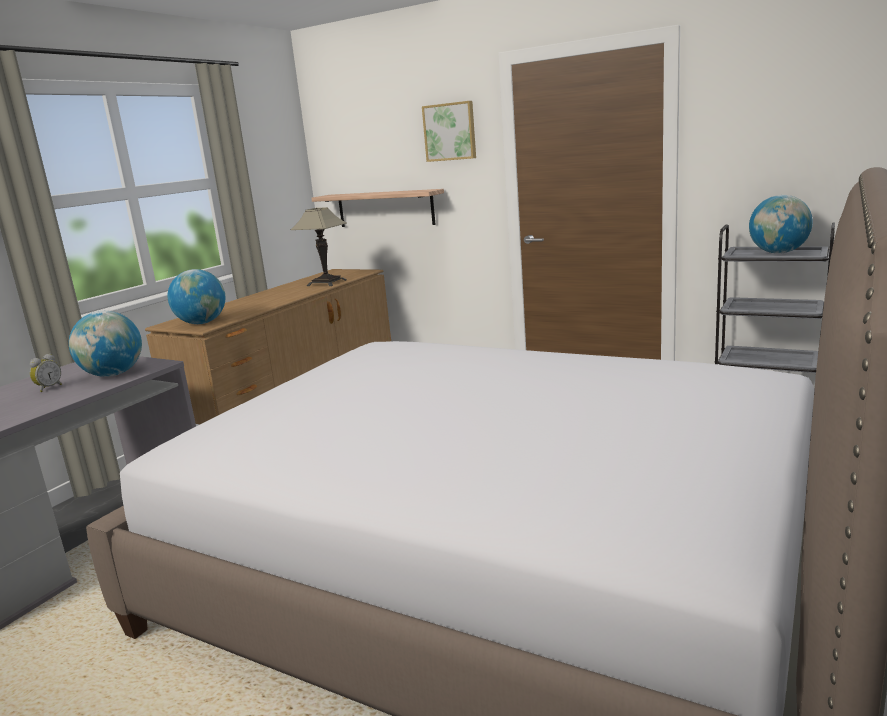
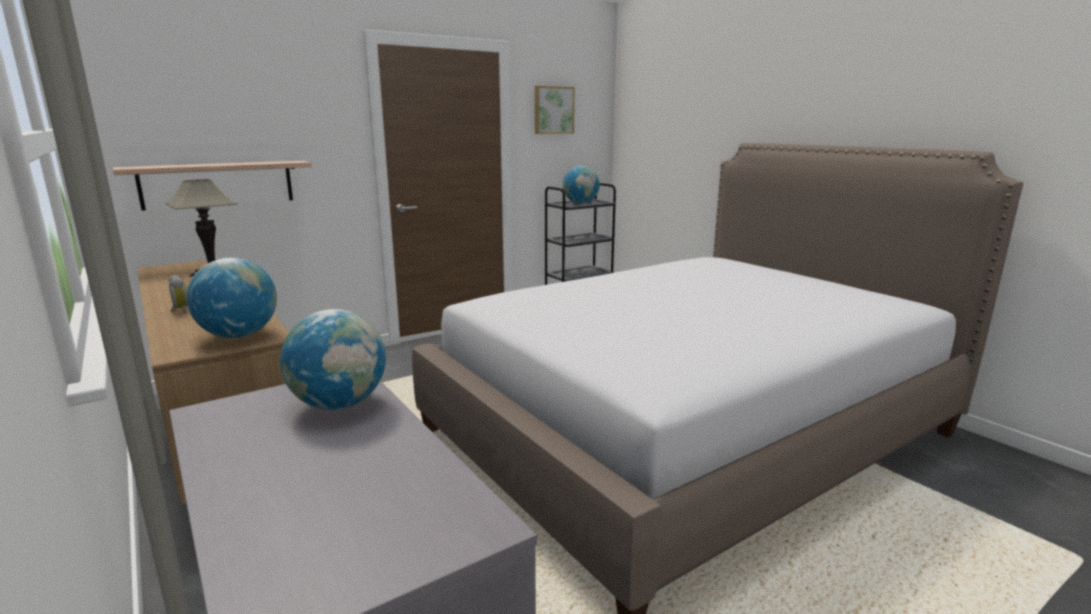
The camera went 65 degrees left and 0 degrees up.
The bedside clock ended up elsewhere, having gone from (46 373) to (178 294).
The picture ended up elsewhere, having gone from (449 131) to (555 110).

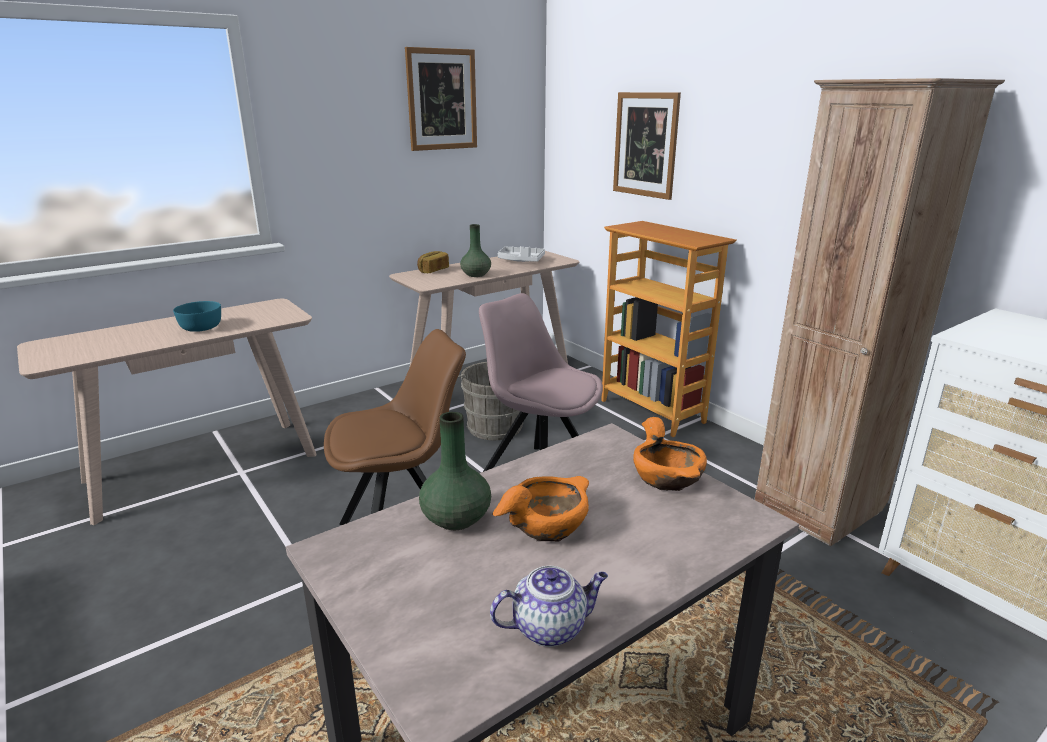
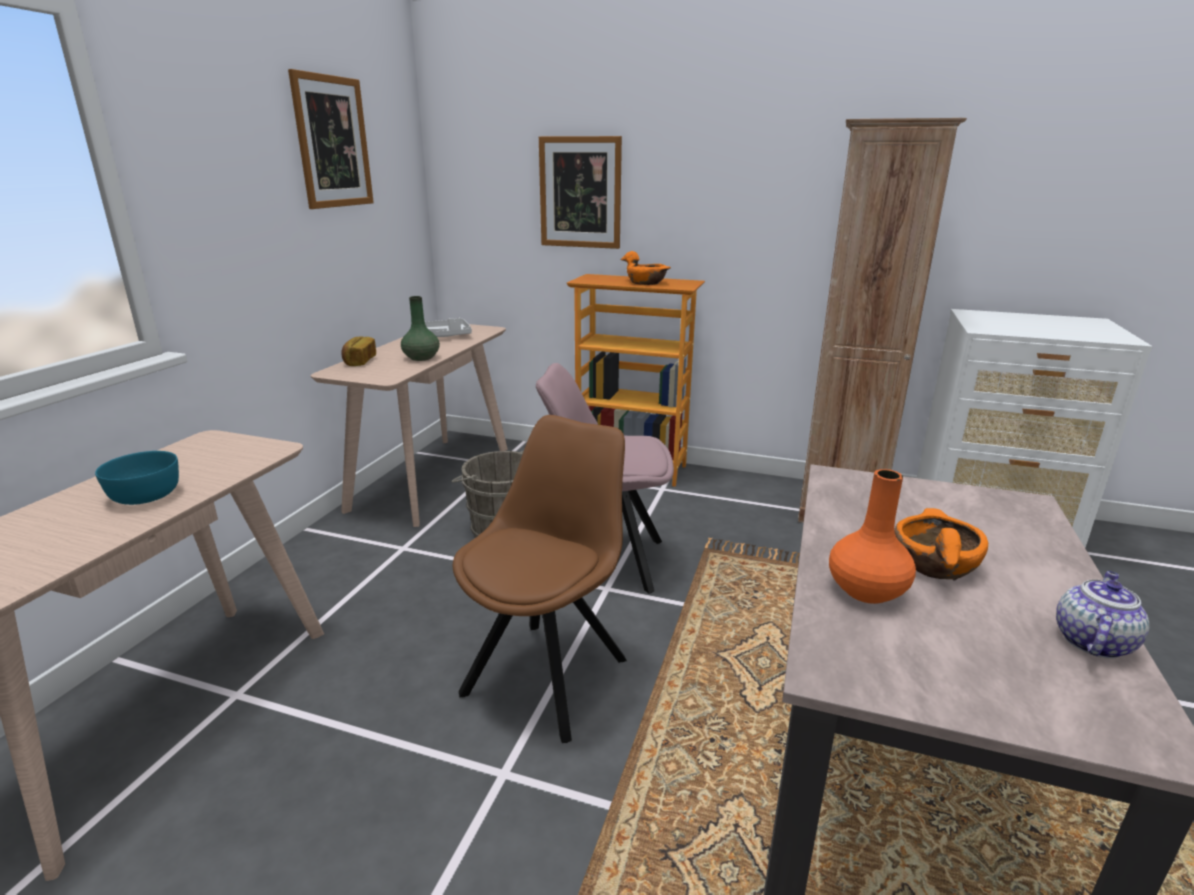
The camera went 35 degrees left and 0 degrees up.
What was the vase/greenish at (455 471) turned into the vase/orange at (872 536).
The serving bowl/orange ended up elsewhere, having gone from (670 454) to (646 268).

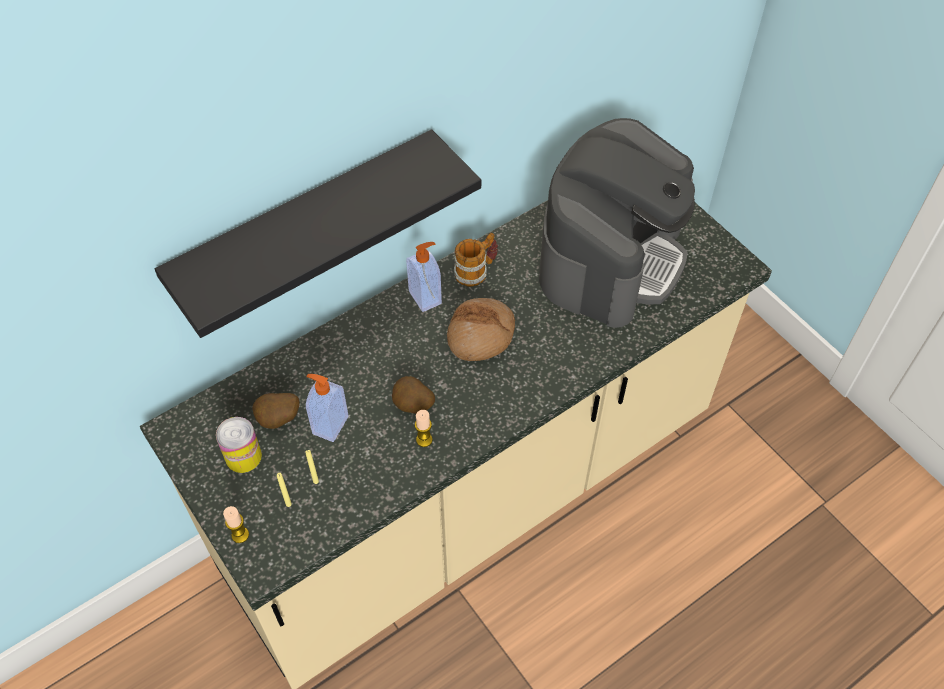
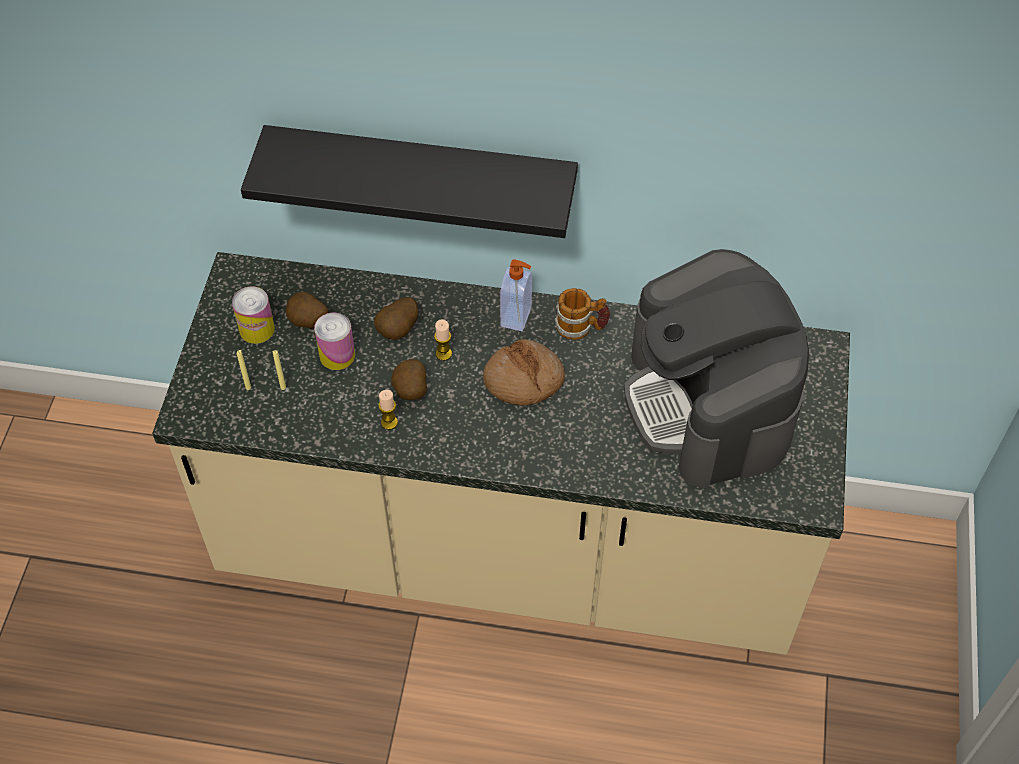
The camera went 45 degrees right and 0 degrees up.
The wax light ended up elsewhere, having gone from (236 524) to (443 340).
Where the soap dispenser stood at (327 408), the metal can came to stand at (334 341).
The coffee maker at (617 223) ended up facing another way, 90 degrees clockwise from before.
The second view gained the potato at (396 318).

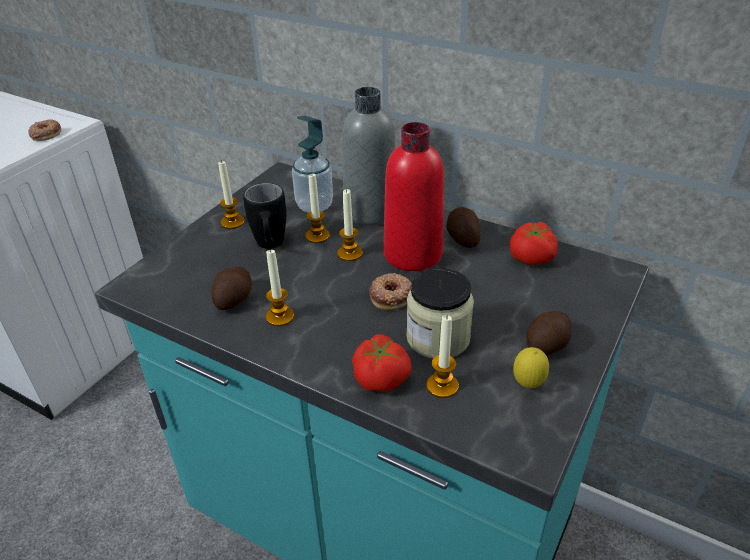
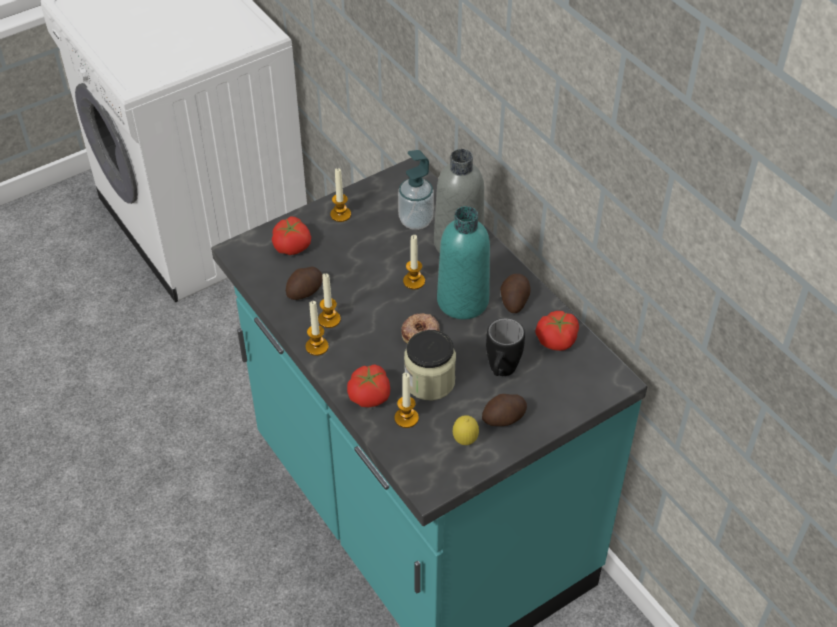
The camera went 25 degrees right and 10 degrees up.
The second view lost the ring doughnut at (44 130).
The mug/black-coloured ended up elsewhere, having gone from (264 216) to (505 347).
The wax light ended up elsewhere, having gone from (317 208) to (317 328).
What was the beverage bottle/reddish at (413 196) turned into the beverage bottle/blue-green at (463 262).
The second view gained the tomato at (291 235).

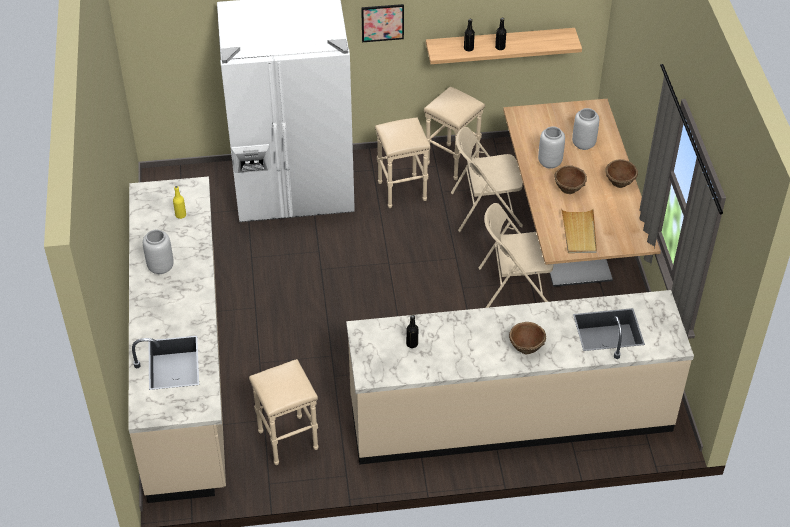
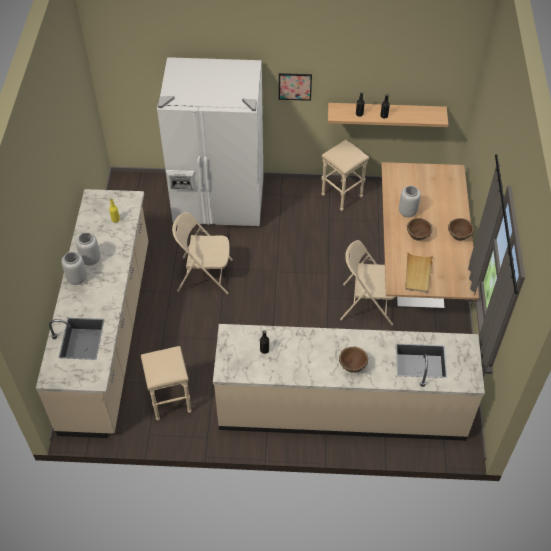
The camera went 10 degrees right and 5 degrees up.
The second view lost the stool/beige-coloured at (403 163).
The chair/beige-coloured ended up elsewhere, having gone from (487 179) to (202 253).
The vase/gray ended up elsewhere, having gone from (585 129) to (74 268).

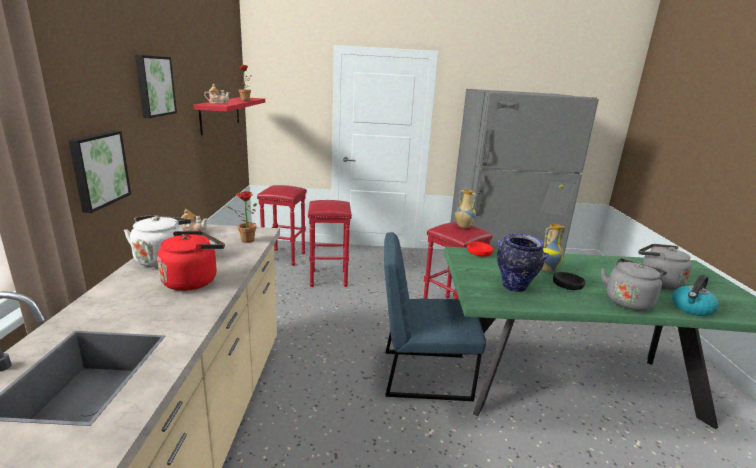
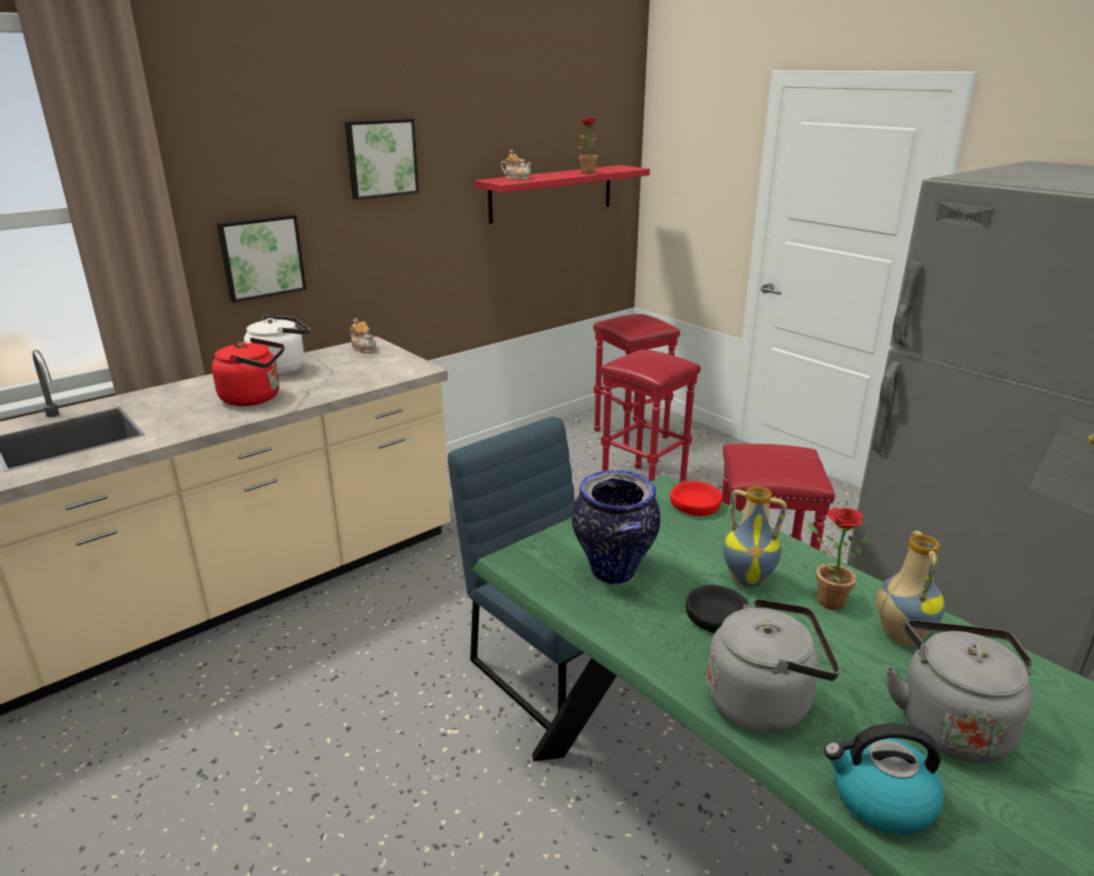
The camera went 50 degrees right and 5 degrees up.
The potted plant ended up elsewhere, having gone from (242 217) to (839 558).
The vase ended up elsewhere, having gone from (466 209) to (910 588).

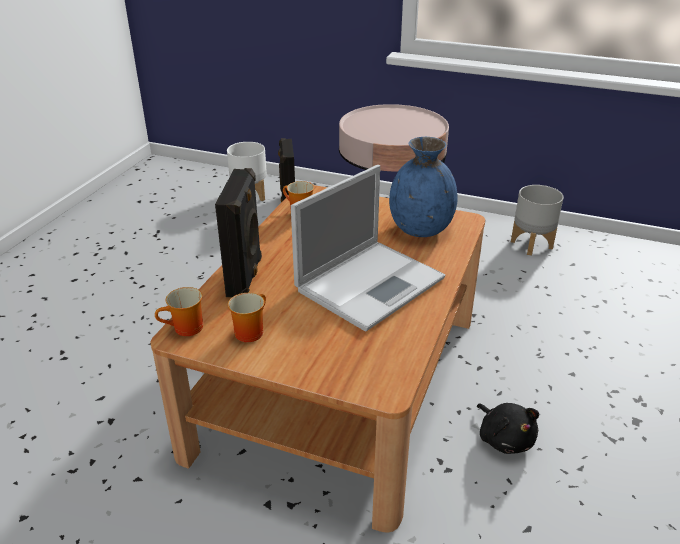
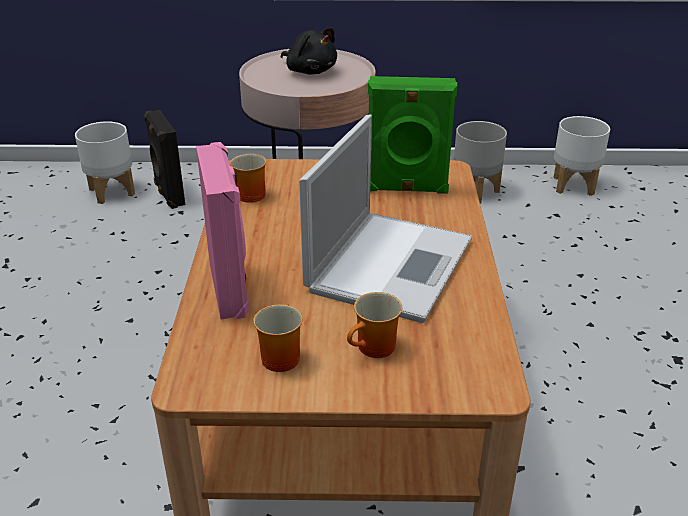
The camera went 20 degrees left and 0 degrees up.
The mug ended up elsewhere, having gone from (179 311) to (374 325).
What was the audio speaker/black-coloured at (238 232) turned into the audio speaker/pink at (223 231).
Where the vase/blue stood at (423 187), the audio speaker/greenish came to stand at (412 135).
The plush toy/black-coloured ended up elsewhere, having gone from (508 428) to (309 50).
The second view gained the flower pot/white at (581 156).

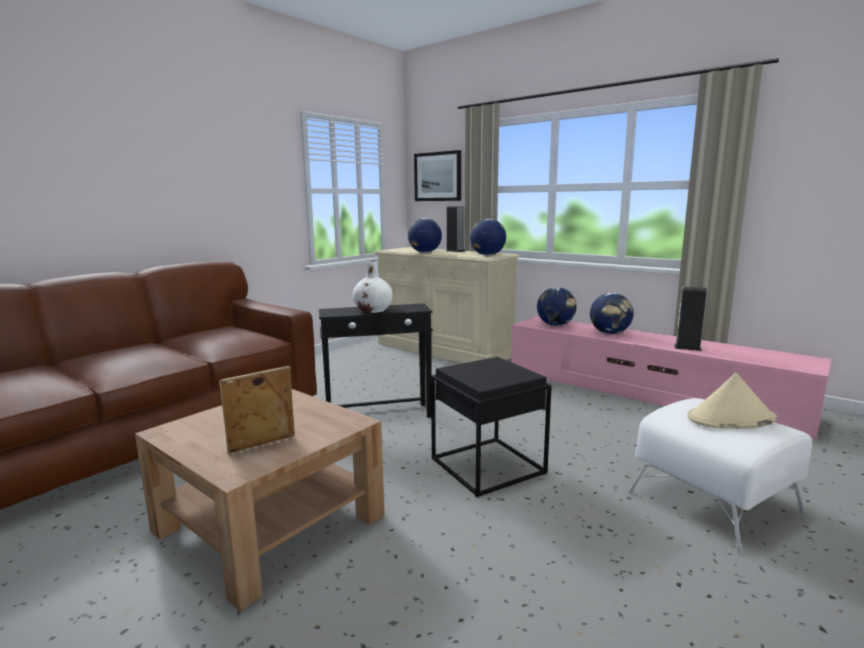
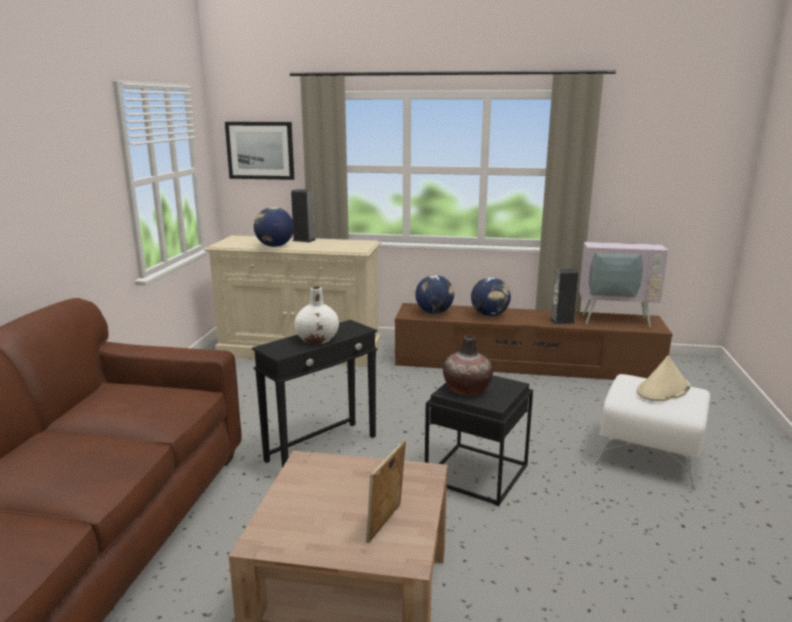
The camera went 30 degrees left and 5 degrees up.
The second view lost the world globe at (488 237).
What was the tv stand/pink at (671 378) turned into the tv stand/brown at (533 341).
The second view gained the vase at (468 365).
The second view gained the TV at (623 268).

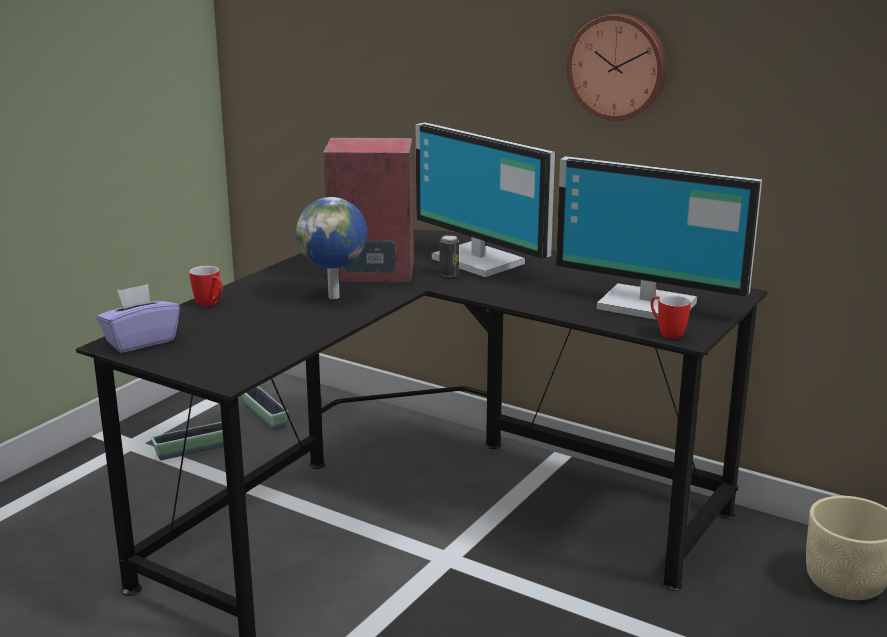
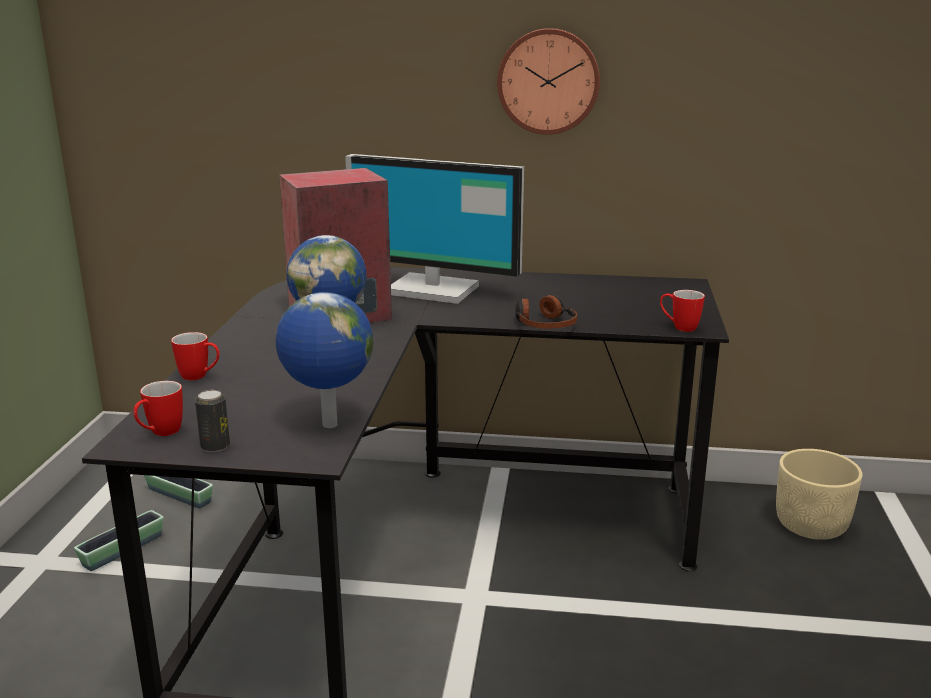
The camera went 25 degrees left and 0 degrees up.
Where the tissue box/purple stood at (138 318), the mug came to stand at (158 408).
The metal can ended up elsewhere, having gone from (449 256) to (212 421).
The second view lost the monitor at (659 238).
The second view gained the world globe at (324 360).
The second view gained the headset at (546 312).

